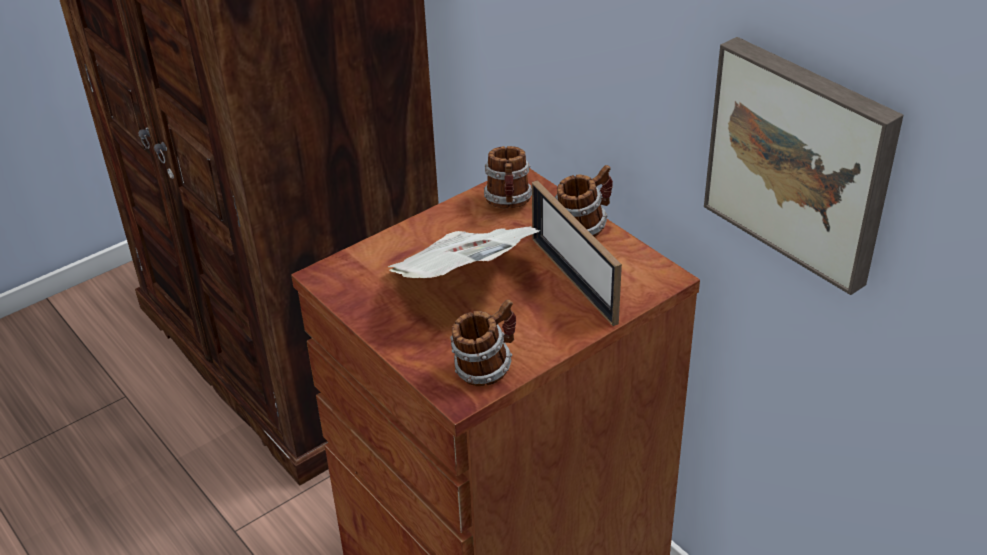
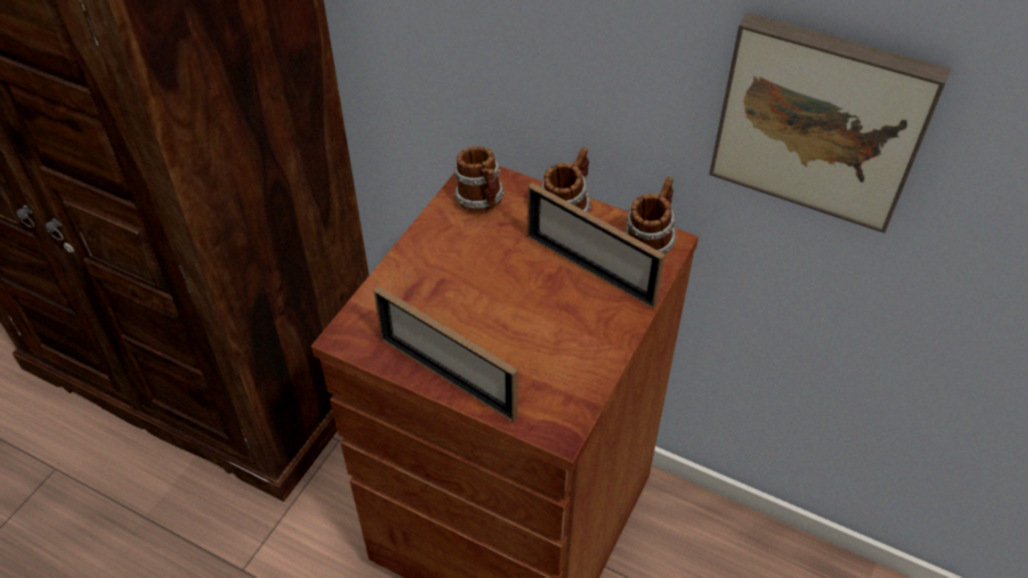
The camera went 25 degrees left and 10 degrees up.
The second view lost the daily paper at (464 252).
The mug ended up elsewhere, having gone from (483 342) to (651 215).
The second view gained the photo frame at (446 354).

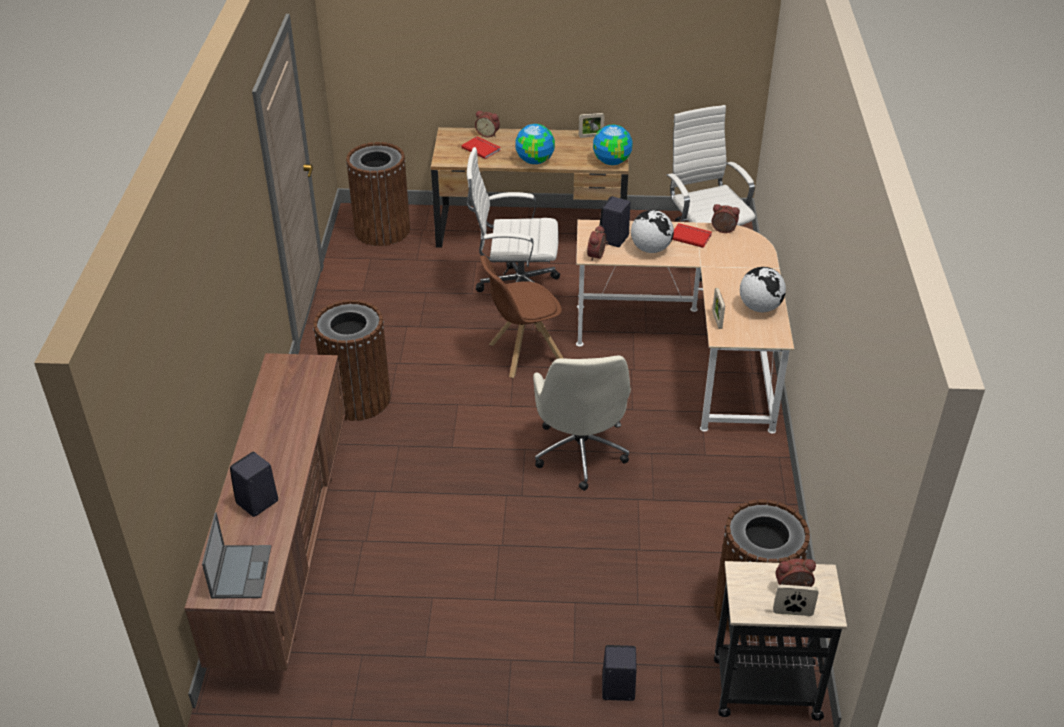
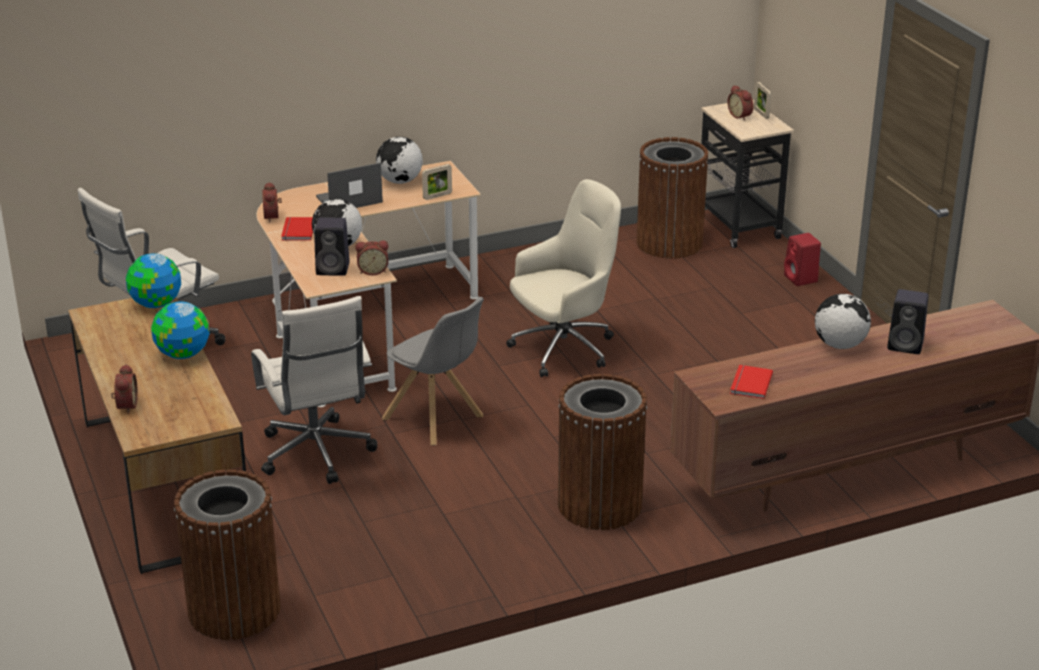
The camera went 115 degrees left and 10 degrees down.
The portable computer ended up elsewhere, having gone from (236 555) to (349 185).
The book/reddish ended up elsewhere, having gone from (481 147) to (751 382).
What was the chair/brown at (521 317) turned into the chair/gray at (433 371).
The second view lost the photo frame at (592 125).
What was the audio speaker/black-coloured at (619 673) turned into the audio speaker/reddish at (802 259).
The second view gained the world globe at (843 321).

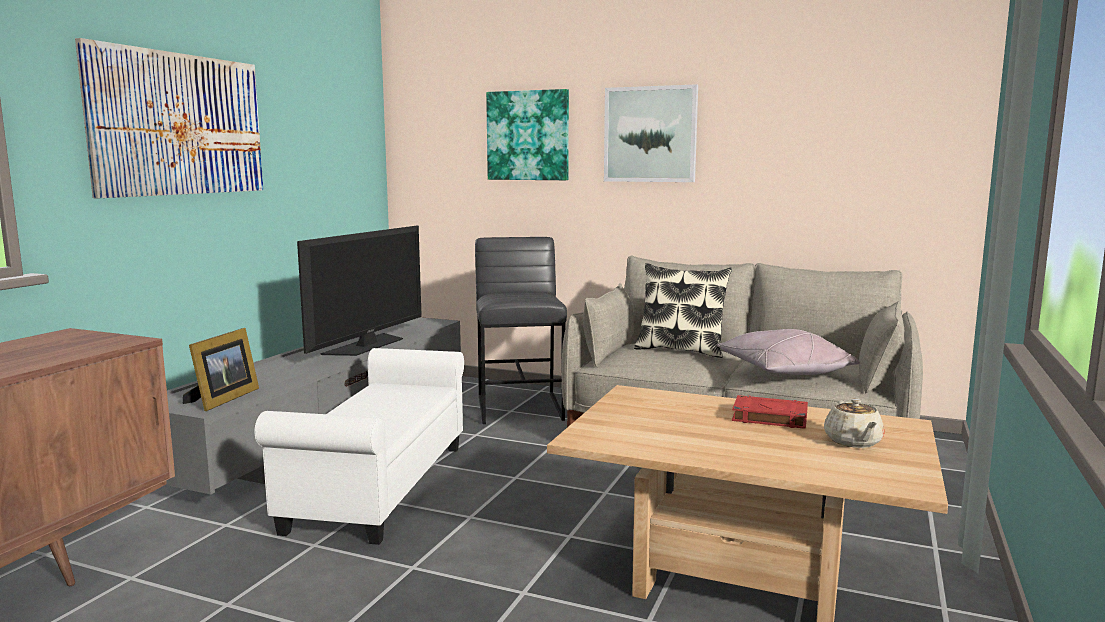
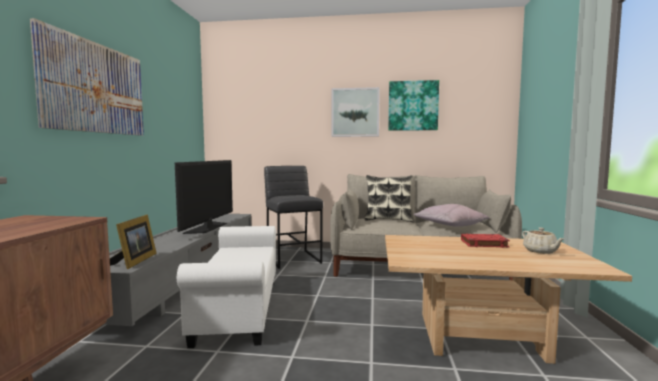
The camera went 15 degrees left and 5 degrees down.
The picture ended up elsewhere, having gone from (527 134) to (413 105).

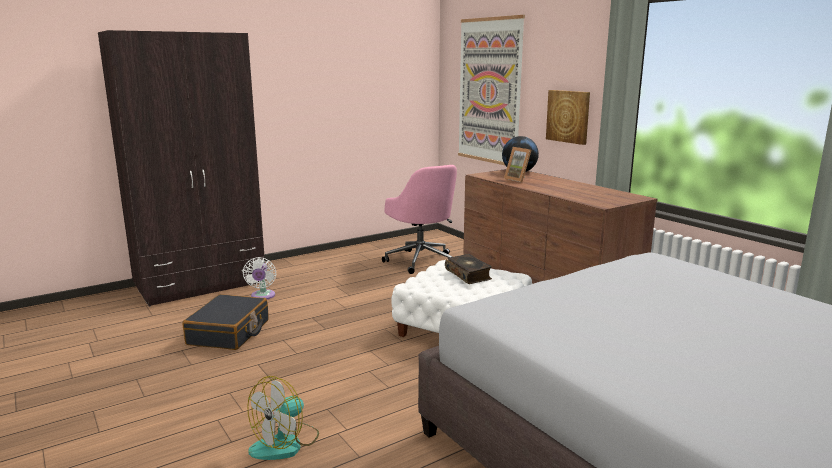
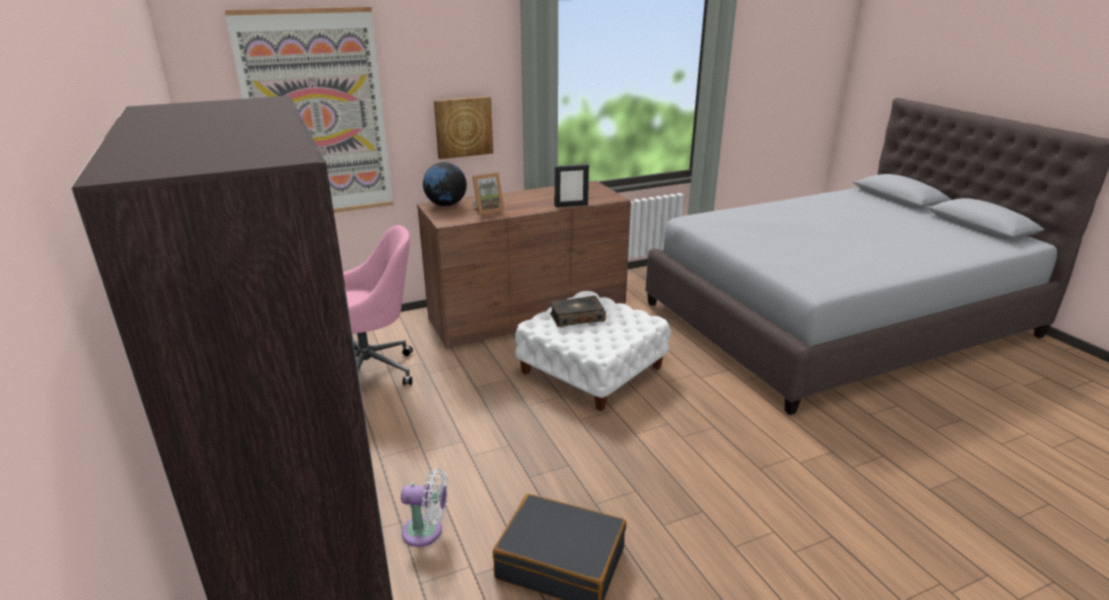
The camera went 80 degrees left and 10 degrees up.
The second view lost the fan at (283 418).
The second view gained the photo frame at (571 185).

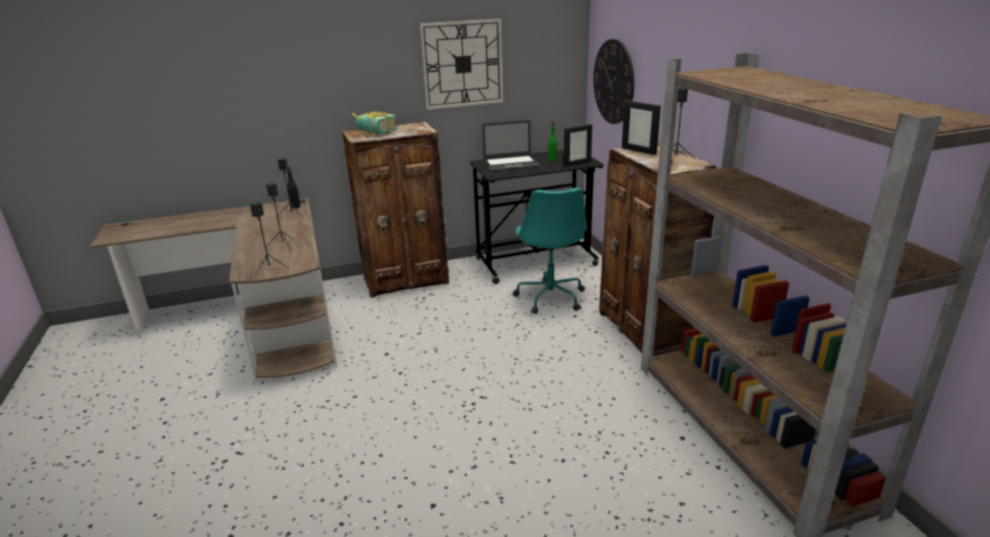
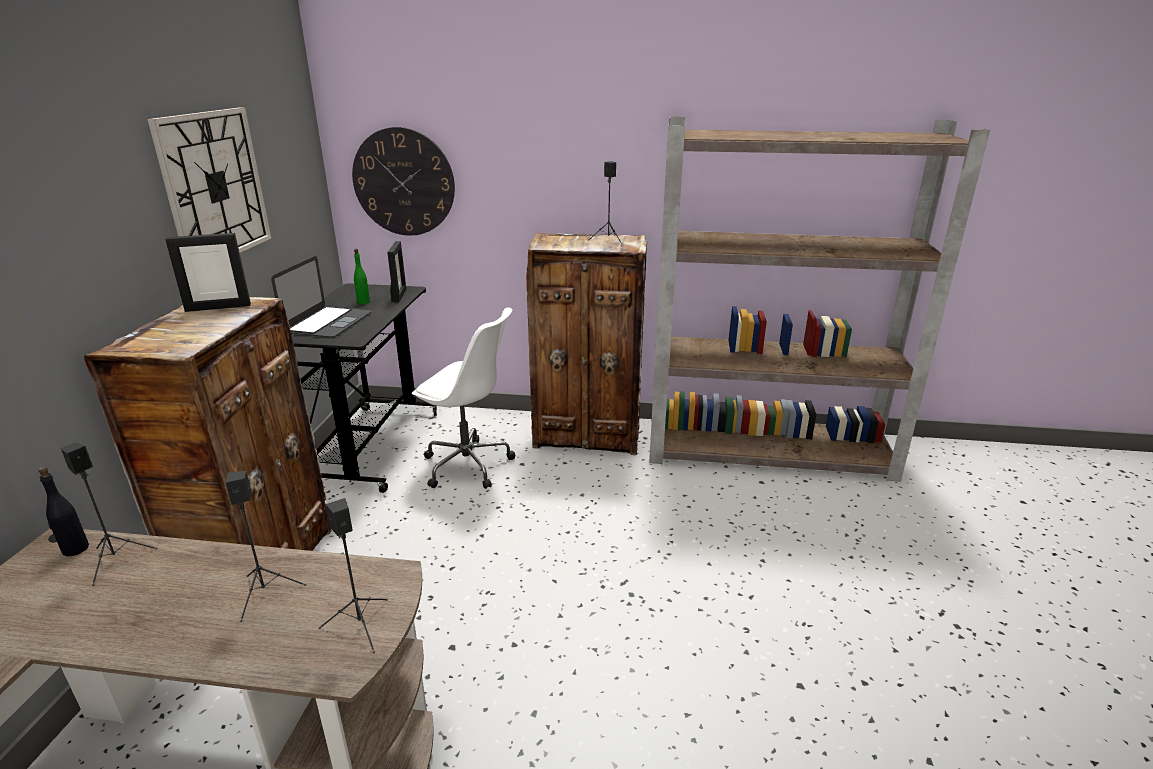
The camera went 65 degrees left and 0 degrees up.
The second view lost the book at (375 122).
What was the computer chair/blue-green at (550 250) turned into the computer chair/white at (463 398).
The photo frame ended up elsewhere, having gone from (641 127) to (208 272).

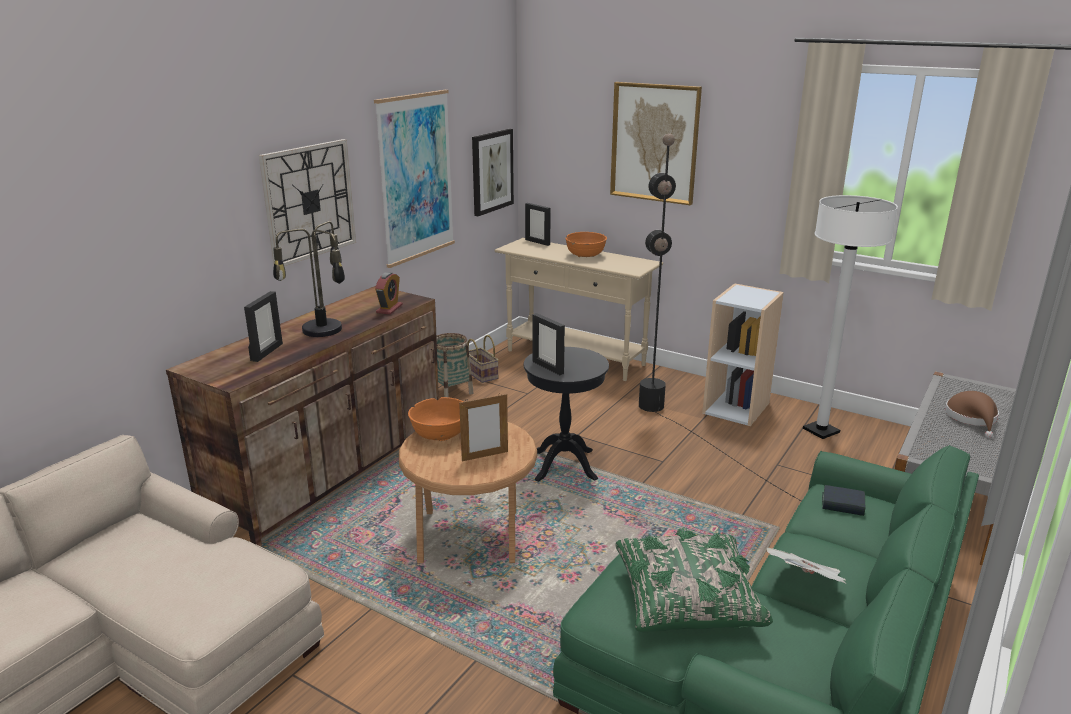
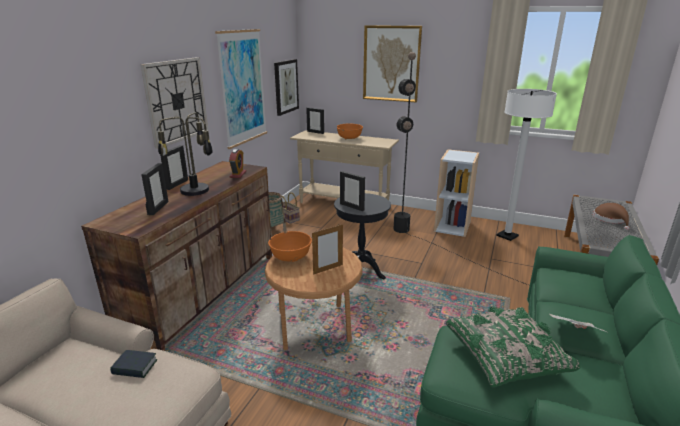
The camera went 10 degrees left and 0 degrees up.
The book ended up elsewhere, having gone from (843 500) to (133 364).
The second view gained the photo frame at (174 167).

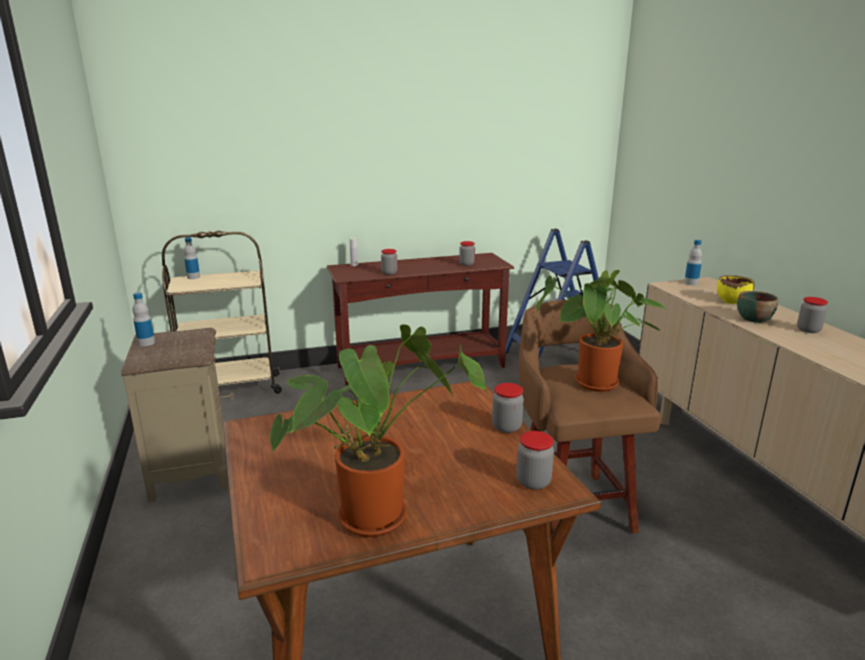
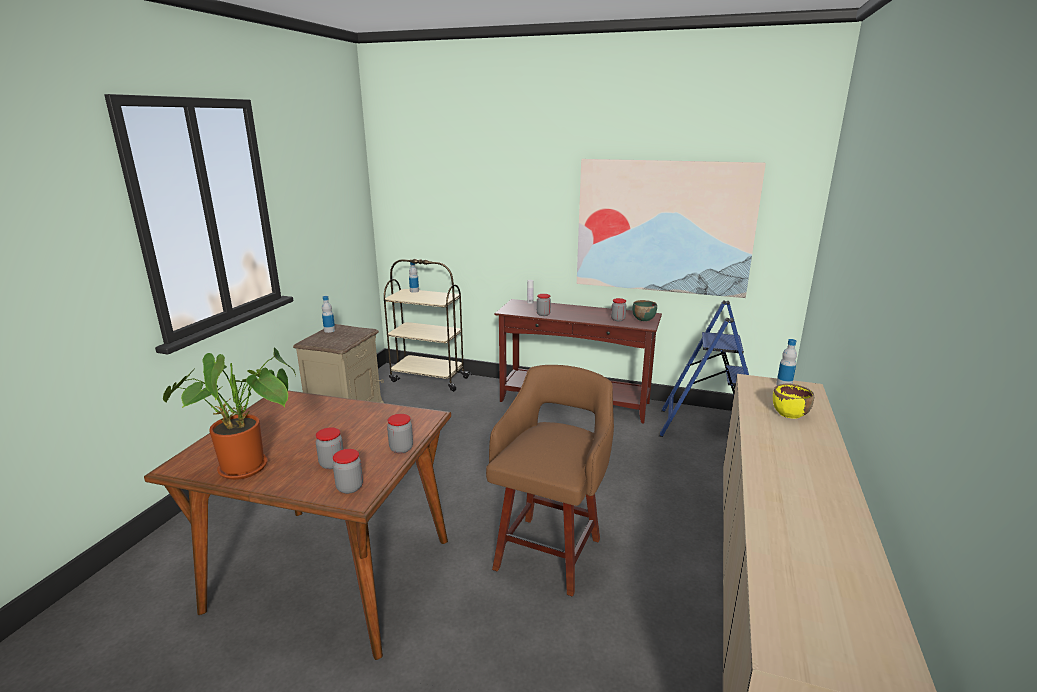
The camera went 35 degrees right and 0 degrees up.
The second view lost the potted plant at (601 331).
The serving bowl/greenish ended up elsewhere, having gone from (757 307) to (644 310).
The preserve jar ended up elsewhere, having gone from (812 315) to (329 448).
The second view gained the picture at (671 228).

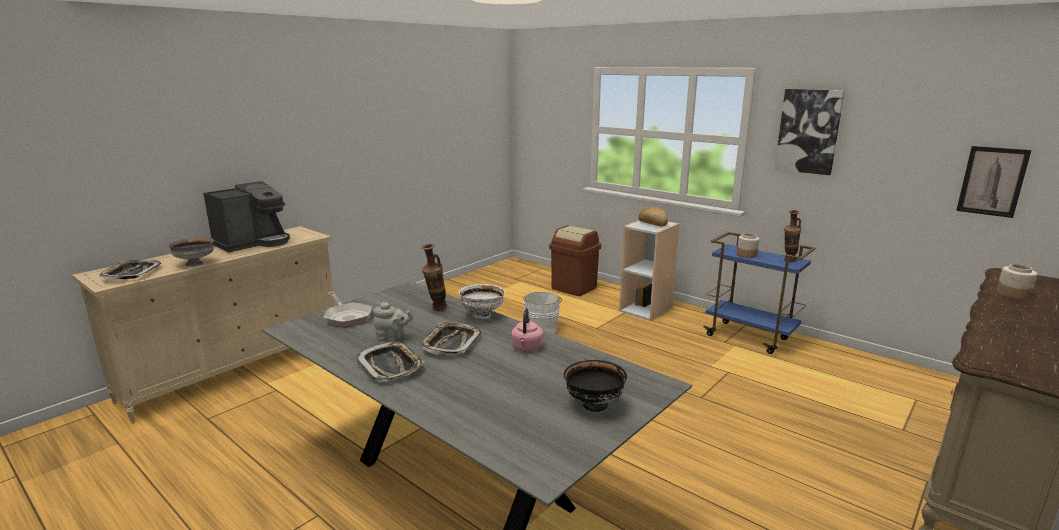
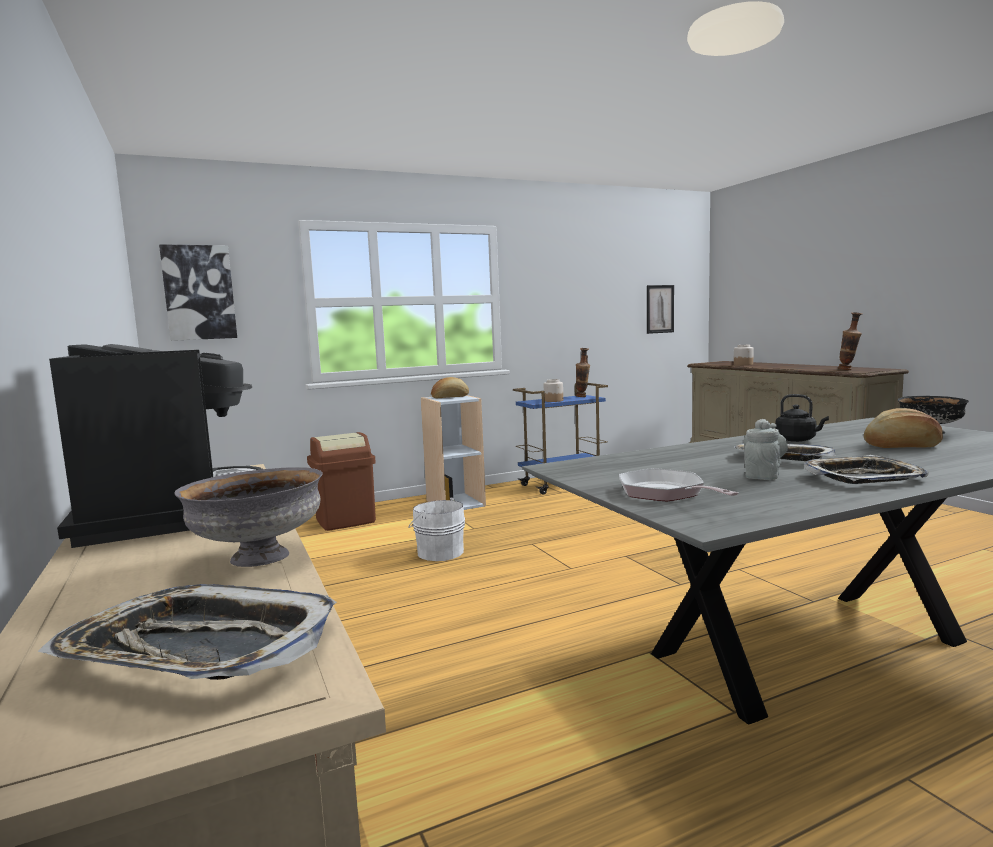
The camera went 65 degrees left and 10 degrees down.
The skillet at (348 309) ended up facing another way, 105 degrees counterclockwise from before.
The vase ended up elsewhere, having gone from (434 277) to (850 341).
The second view lost the serving bowl/white at (481 301).
What was the tea kettle/pink at (527 329) turned into the tea kettle/black-coloured at (802 418).
The picture ended up elsewhere, having gone from (810 132) to (198 292).
The second view gained the bread at (903 428).

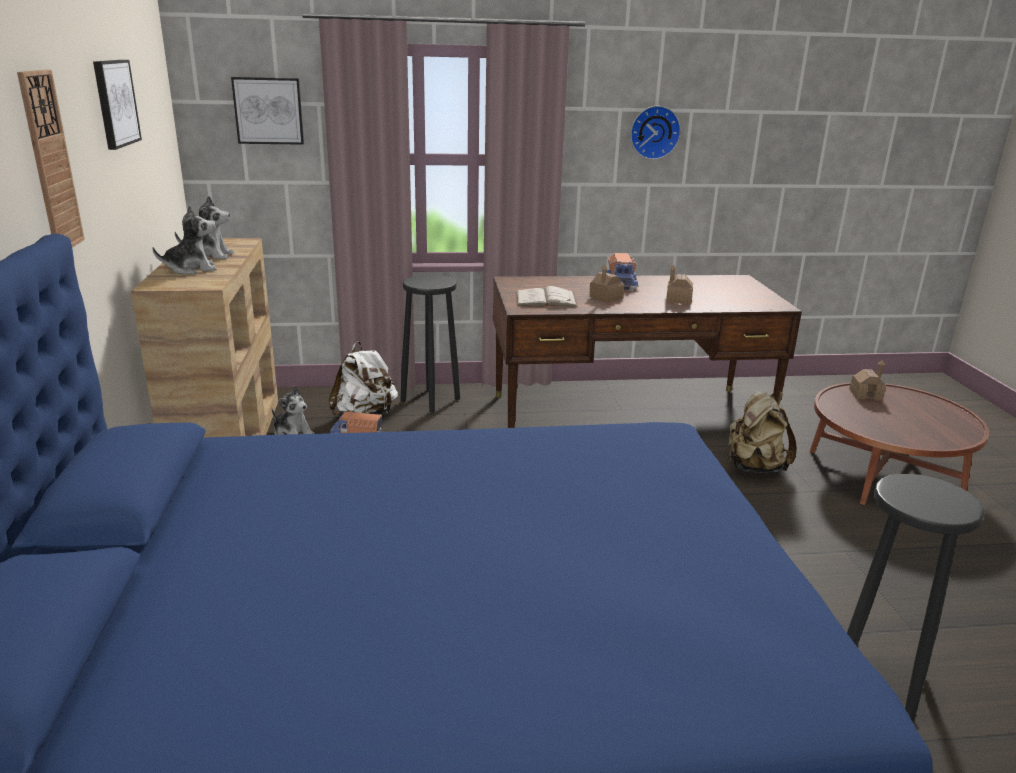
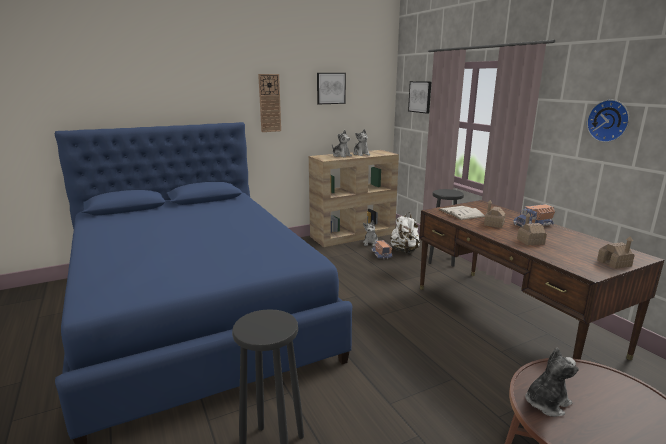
The camera went 70 degrees right and 5 degrees down.
The second view lost the backpack/beige-coloured at (763 432).
The miniature house ended up elsewhere, having gone from (867 380) to (616 252).
The second view gained the plush toy at (552 382).

